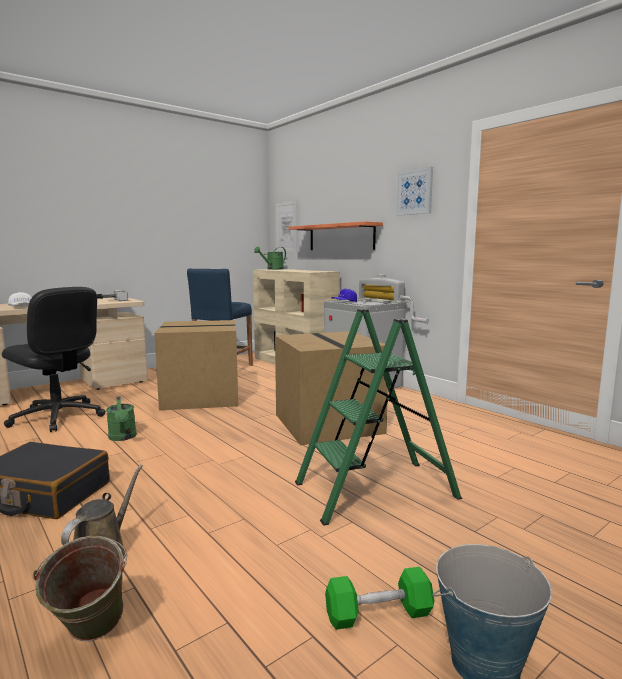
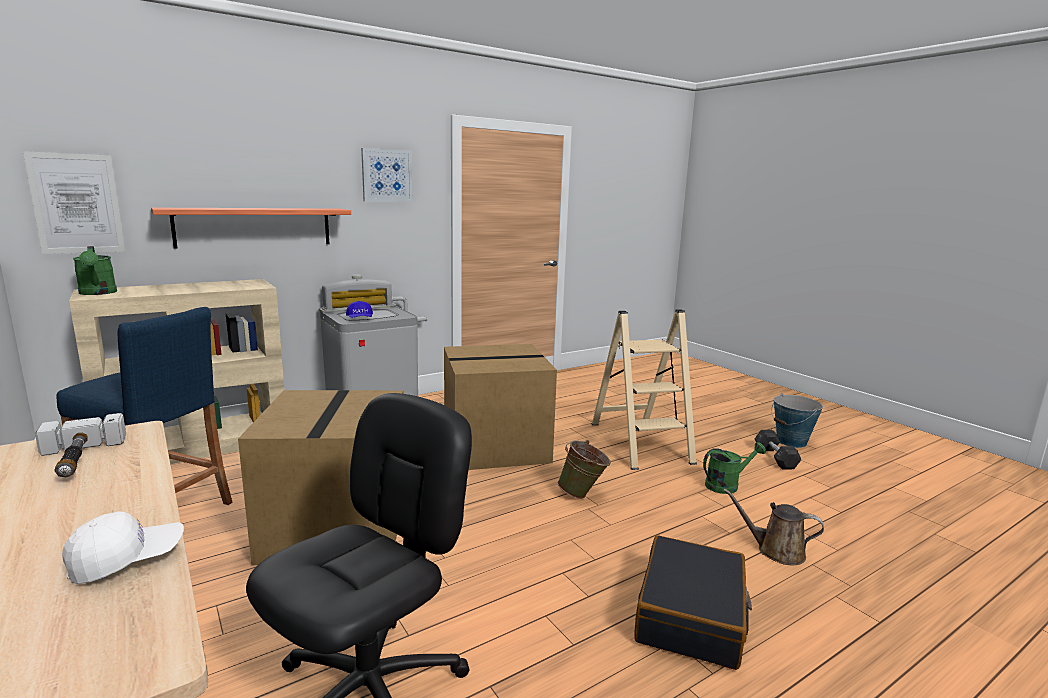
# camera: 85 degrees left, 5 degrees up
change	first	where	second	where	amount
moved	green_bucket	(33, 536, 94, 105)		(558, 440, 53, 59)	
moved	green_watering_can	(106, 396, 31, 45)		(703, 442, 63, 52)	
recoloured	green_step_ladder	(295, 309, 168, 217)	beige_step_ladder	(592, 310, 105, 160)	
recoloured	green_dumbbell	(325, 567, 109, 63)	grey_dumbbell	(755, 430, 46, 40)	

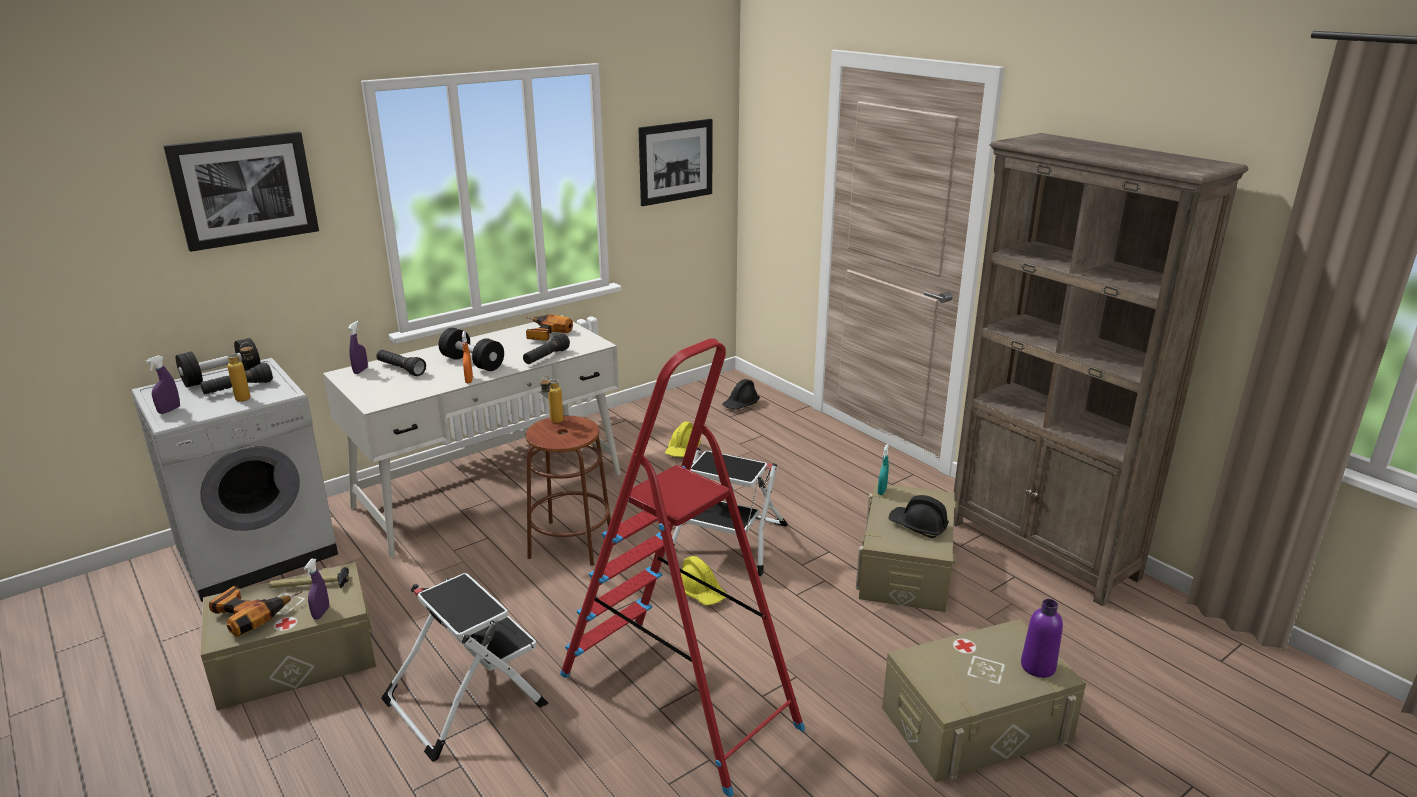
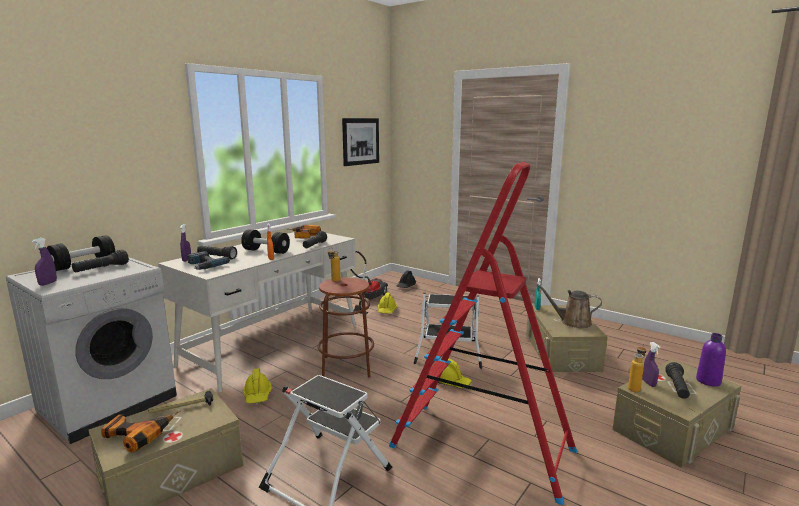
# camera: 15 degrees left, 10 degrees down
change	first	where	second	where	amount
removed	picture	(163, 132, 156, 120)			
removed	brown_bookcase	(953, 133, 295, 473)			
added			power_drill	(187, 251, 43, 19)	
added			yellow_hard_hat	(243, 368, 29, 35)	
added			vacuum_cleaner	(350, 251, 38, 63)	
added			black_flashlight	(665, 362, 25, 37)	
moved	bottle	(227, 342, 26, 60)		(628, 344, 19, 48)	
moved	purple_spray_bottle	(304, 559, 25, 61)		(642, 342, 19, 45)	
replaced	black_hard_hat	(888, 495, 61, 43)	brown_watering_can	(537, 284, 65, 44)	

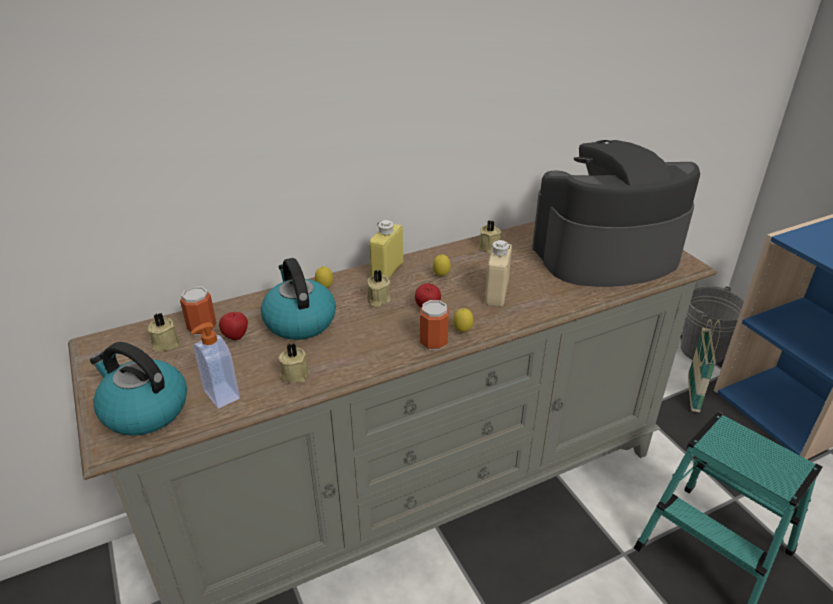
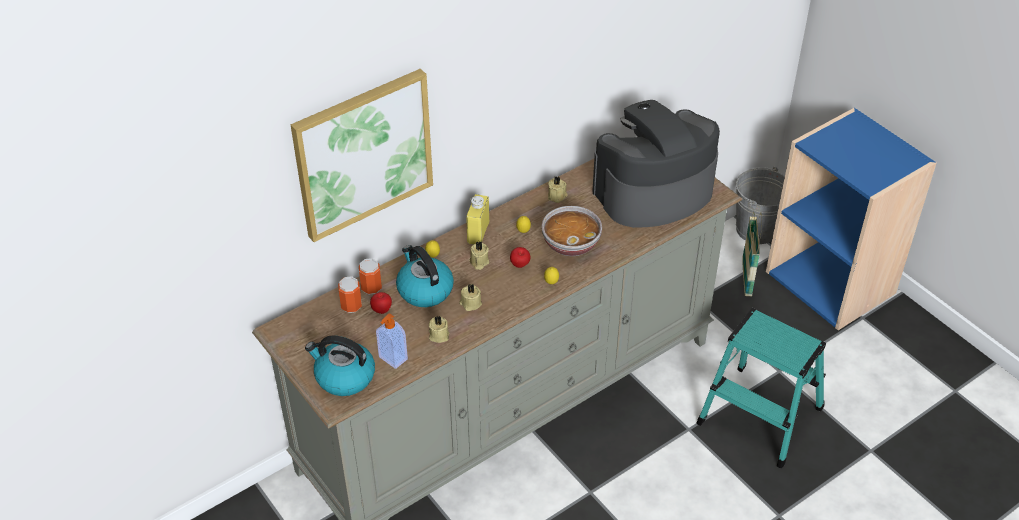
# camera: 10 degrees left, 10 degrees up
change	first	where	second	where	amount
added			picture	(291, 69, 142, 173)	
moved	beige_candle	(148, 313, 31, 38)		(459, 284, 23, 27)	
moved	can	(420, 300, 29, 50)		(359, 258, 23, 37)	
replaced	beige_bottle	(485, 240, 27, 67)	bowl	(542, 206, 60, 50)	

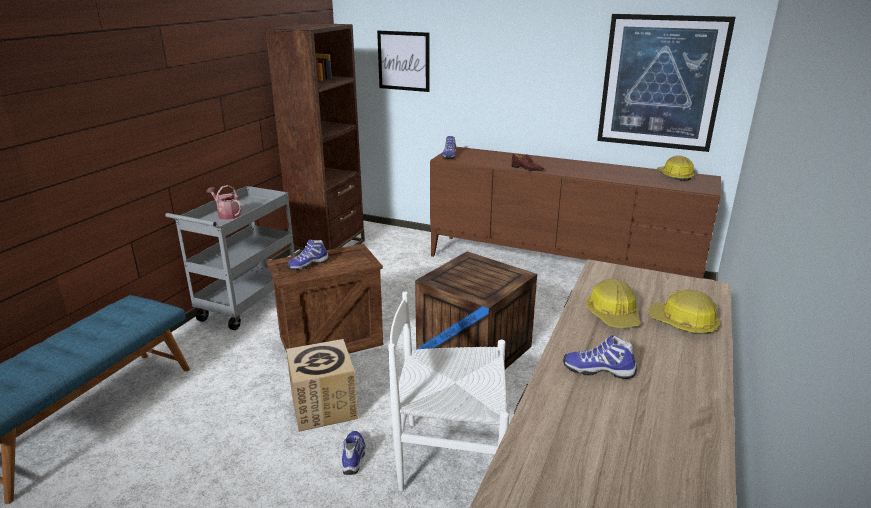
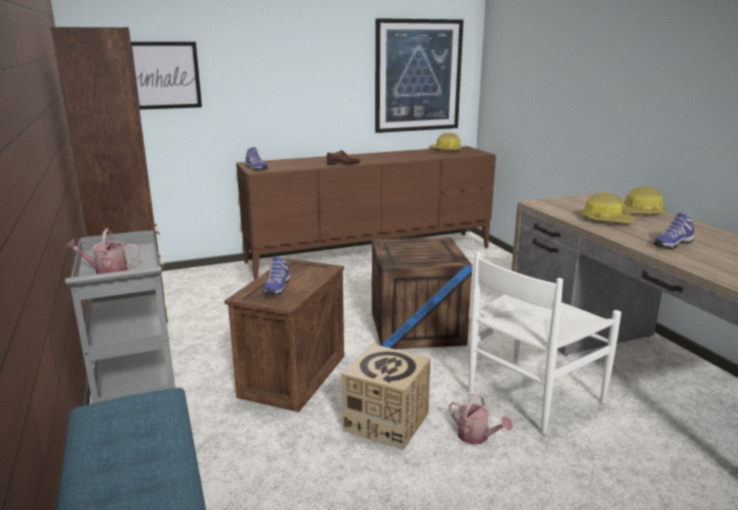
# camera: 45 degrees left, 5 degrees down
change	first	where	second	where	amount
replaced	shoe	(342, 431, 23, 44)	watering_can	(449, 394, 64, 51)	

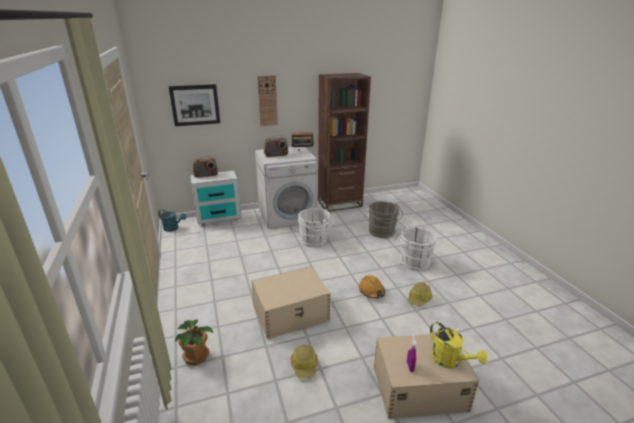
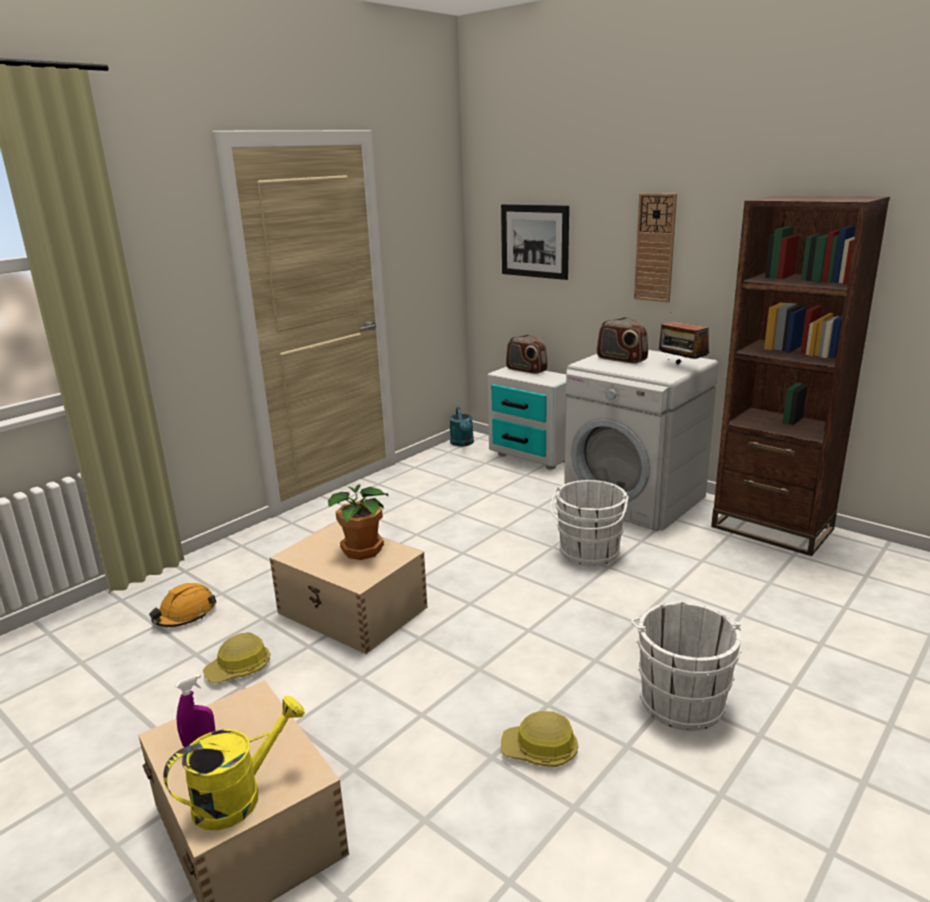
# camera: 60 degrees right, 5 degrees down
change	first	where	second	where	amount
removed	grey_bucket	(368, 201, 35, 37)			
moved	potted_plant	(175, 319, 39, 47)		(328, 484, 60, 76)	
moved	orange_hard_hat	(359, 275, 26, 24)		(149, 583, 68, 44)	
turned	yellow_watering_can	(430, 322, 57, 46)		(164, 696, 141, 134)	150 degrees counterclockwise

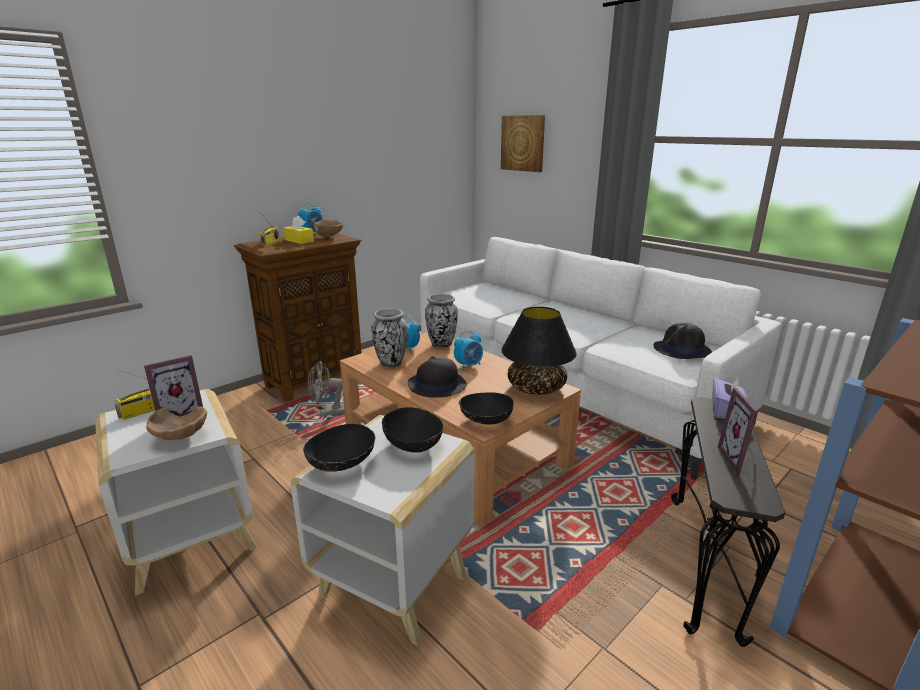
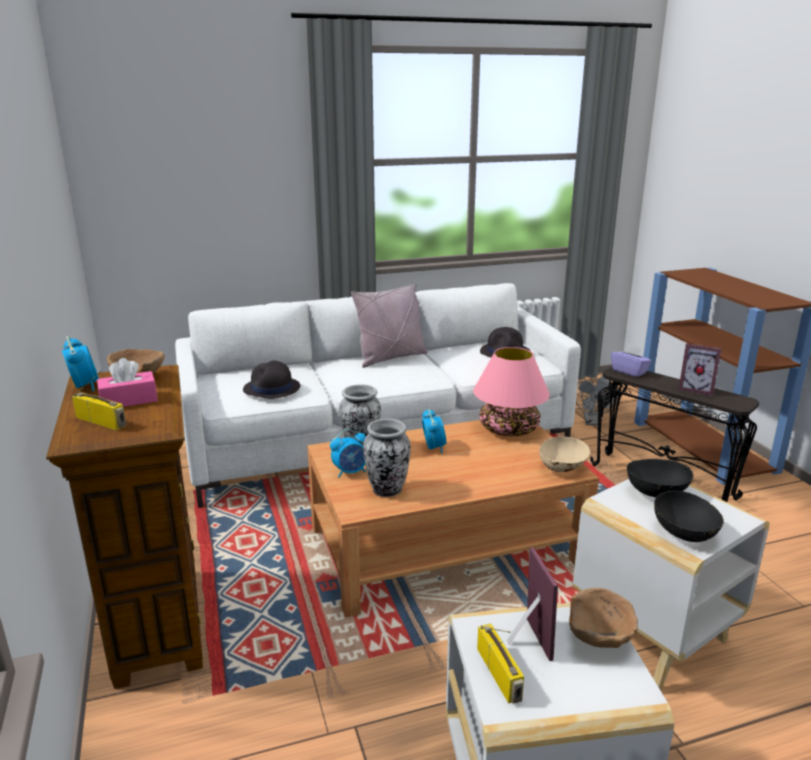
# camera: 65 degrees left, 0 degrees up
change	first	where	second	where	amount
removed	picture	(501, 115, 44, 57)			
added			purple_pillow	(351, 283, 77, 85)	
moved	grey_fan	(308, 361, 37, 55)		(576, 373, 42, 53)	
moved	black_hat	(408, 356, 59, 42)		(243, 361, 57, 38)	
recoloured	yellow_tissue_box	(283, 216, 31, 28)	pink_tissue_box	(97, 358, 61, 49)	
recoloured	black_bowl	(459, 392, 55, 33)	beige_bowl	(539, 436, 51, 36)	
recoloured	black_table_lamp	(501, 307, 76, 88)	pink_table_lamp	(473, 347, 77, 89)	

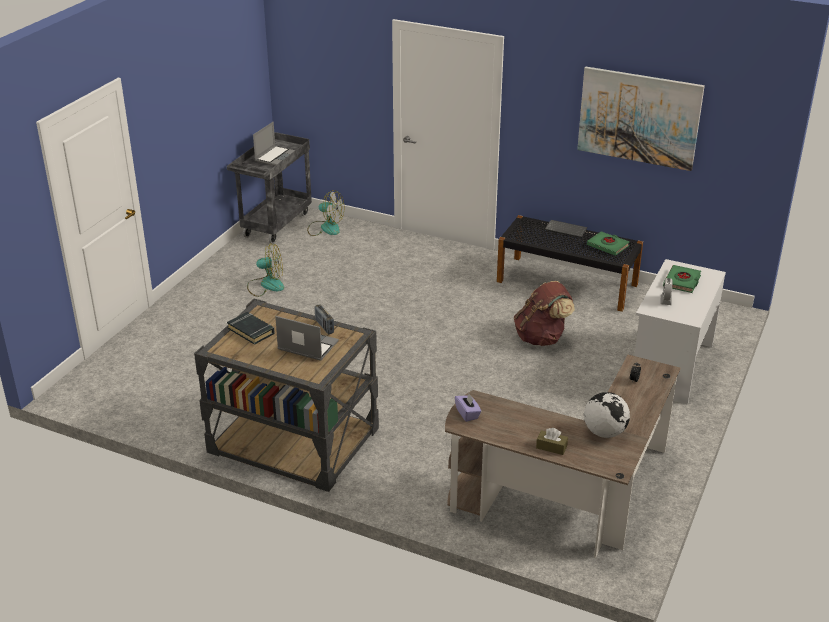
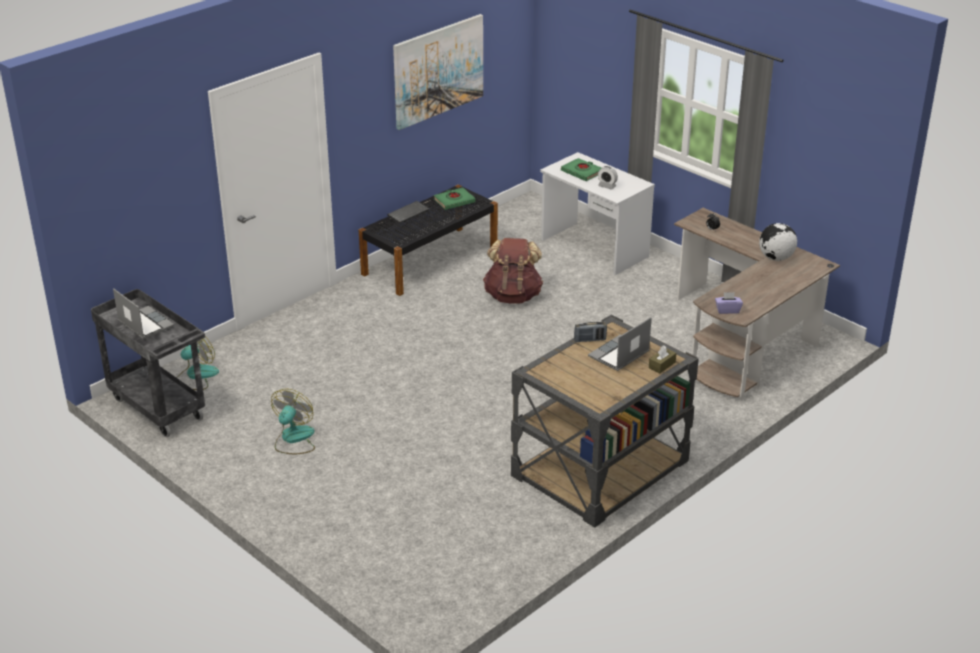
# camera: 70 degrees left, 0 degrees up
change	first	where	second	where	amount
removed	black_book	(227, 312, 48, 33)			
moved	brown_tissue_box	(536, 428, 32, 27)		(649, 346, 27, 27)	

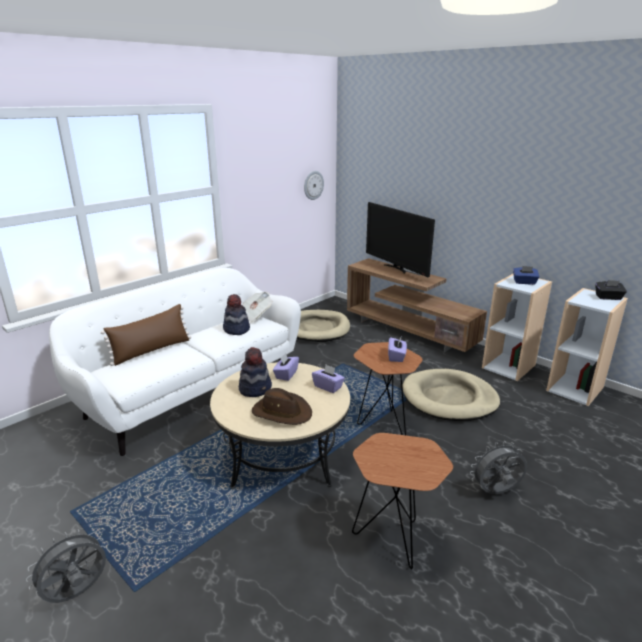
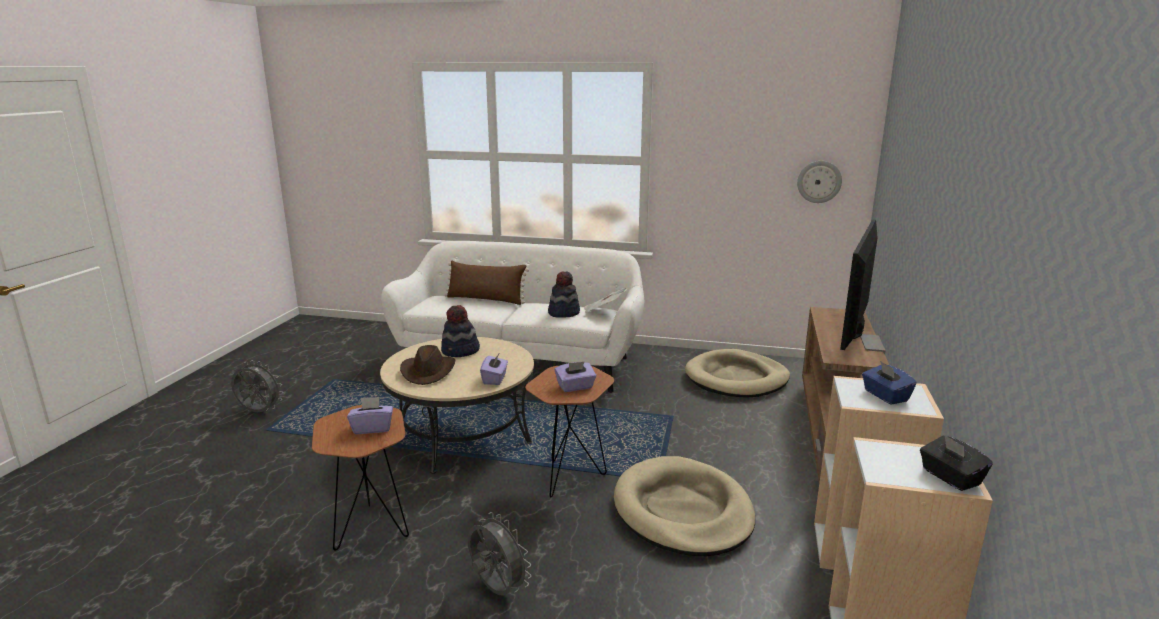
# camera: 60 degrees right, 5 degrees down
change	first	where	second	where	amount
moved	purple_tissue_box	(273, 353, 26, 28)		(347, 397, 46, 37)	

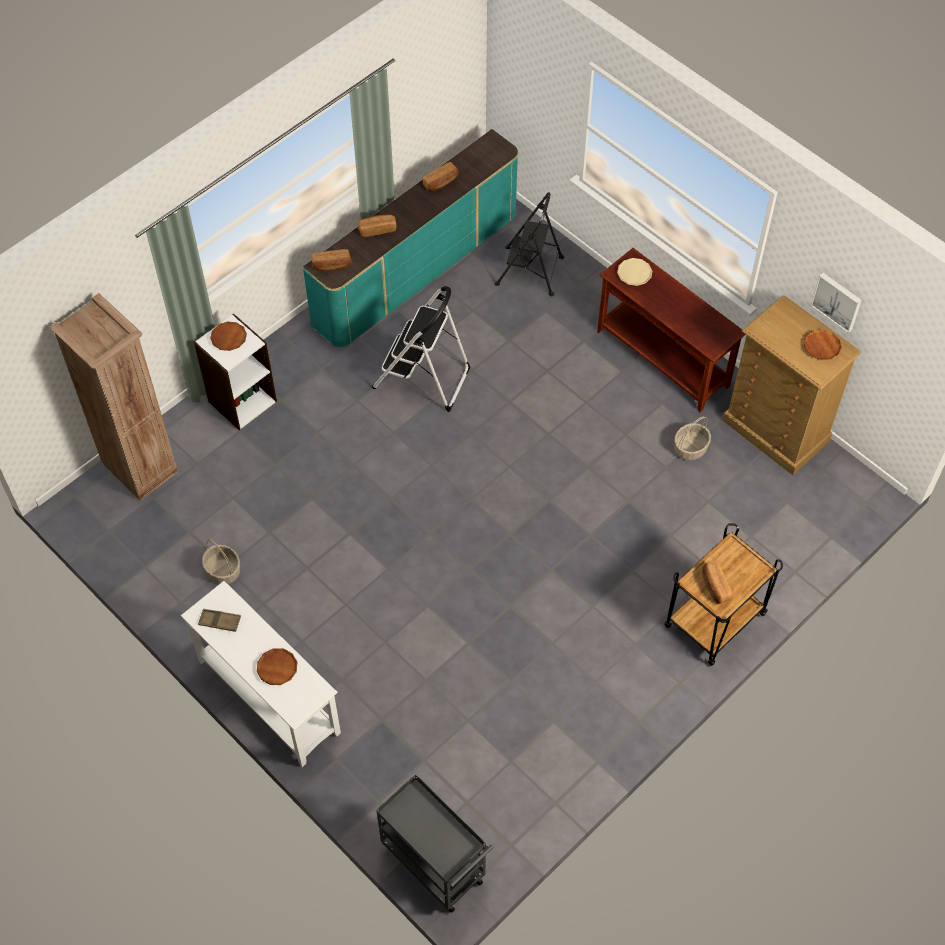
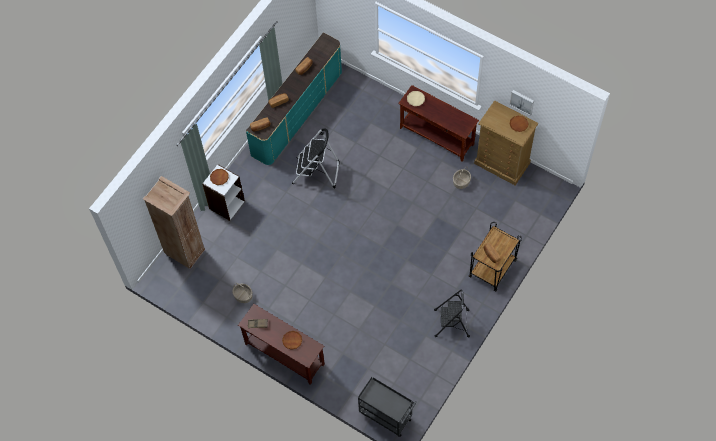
# camera: 10 degrees left, 5 degrees up
change	first	where	second	where	amount
moved	black_step_ladder	(494, 192, 70, 104)		(434, 290, 36, 47)	
recoloured	white_console_table	(181, 581, 160, 186)	brown_console_table	(238, 304, 87, 81)	

